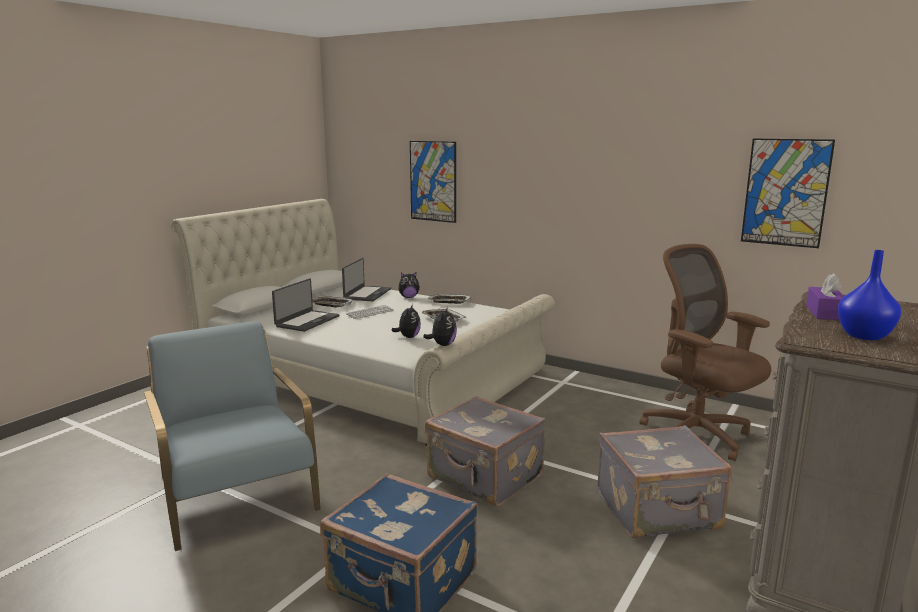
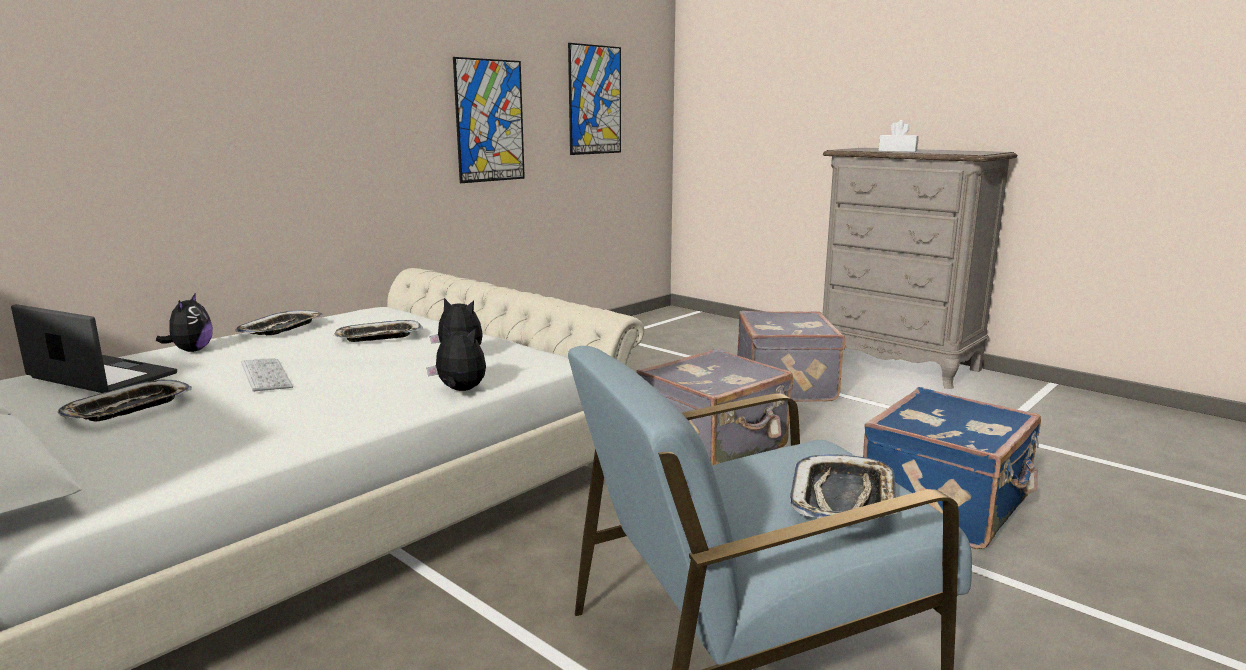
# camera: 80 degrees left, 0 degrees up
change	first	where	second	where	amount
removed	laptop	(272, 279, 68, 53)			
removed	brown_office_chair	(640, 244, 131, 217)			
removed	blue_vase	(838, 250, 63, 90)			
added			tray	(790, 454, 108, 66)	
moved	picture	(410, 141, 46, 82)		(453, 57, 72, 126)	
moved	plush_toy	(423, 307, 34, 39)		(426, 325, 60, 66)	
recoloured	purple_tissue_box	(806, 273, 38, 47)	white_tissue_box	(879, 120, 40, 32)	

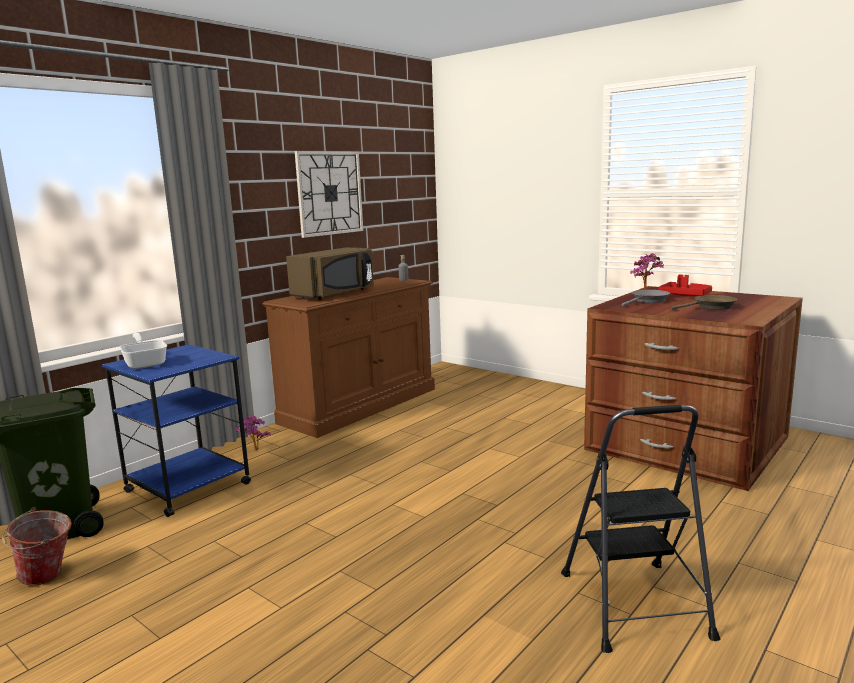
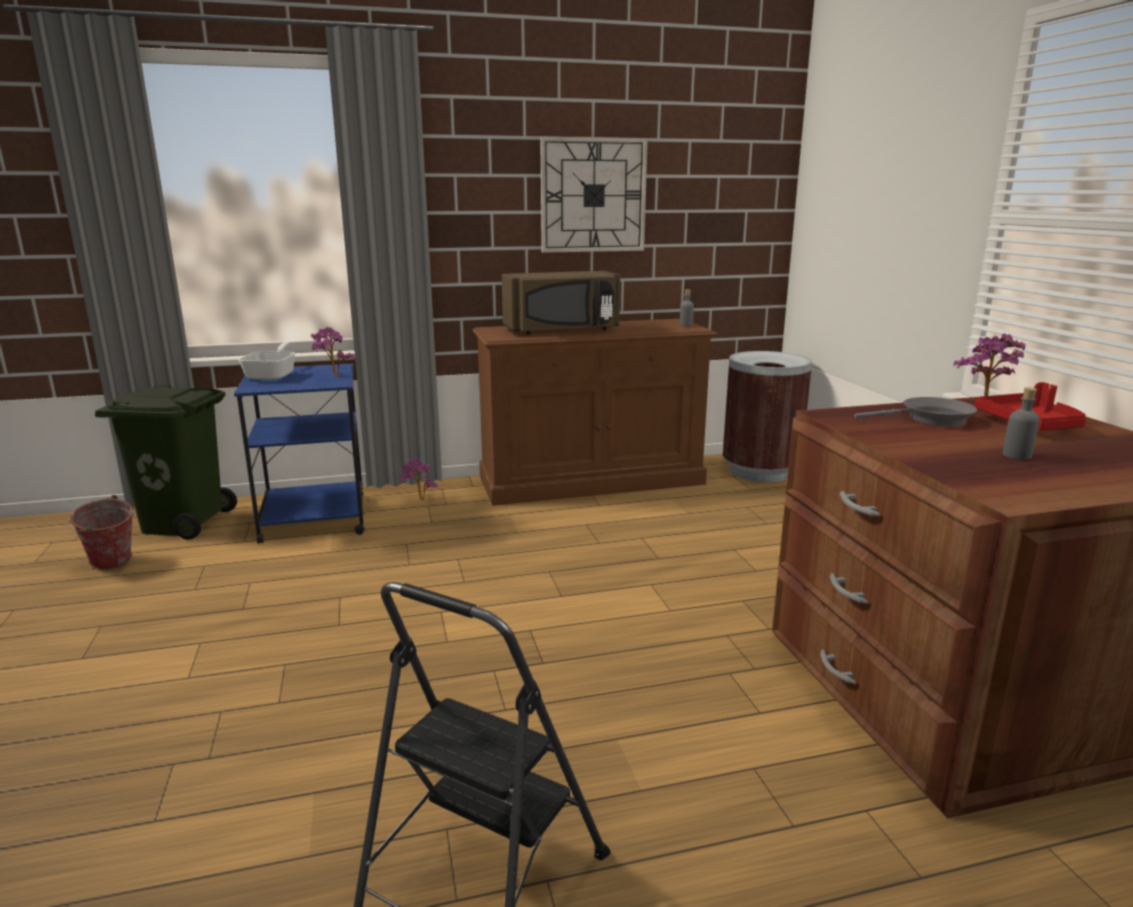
# camera: 35 degrees right, 5 degrees up
change	first	where	second	where	amount
added			potted_plant	(311, 327, 44, 49)	
added			brown_trash_can	(723, 351, 89, 131)	
replaced	brown_frying_pan	(671, 295, 66, 15)	grey_bottle	(1003, 387, 37, 73)	

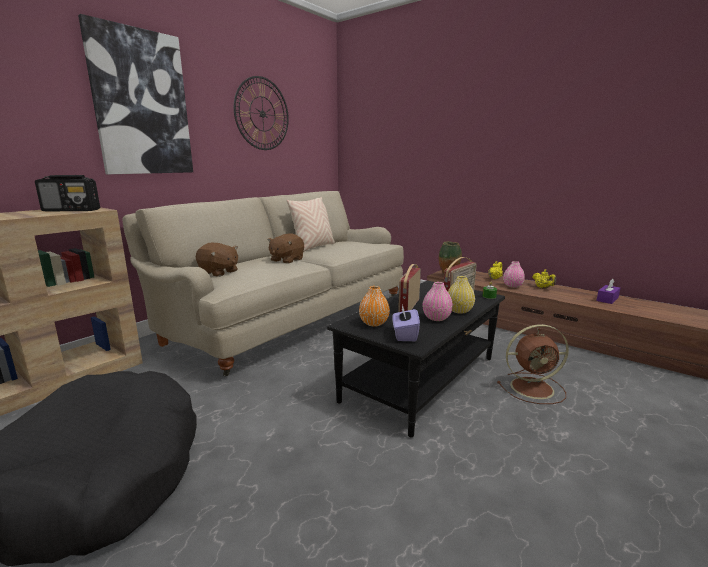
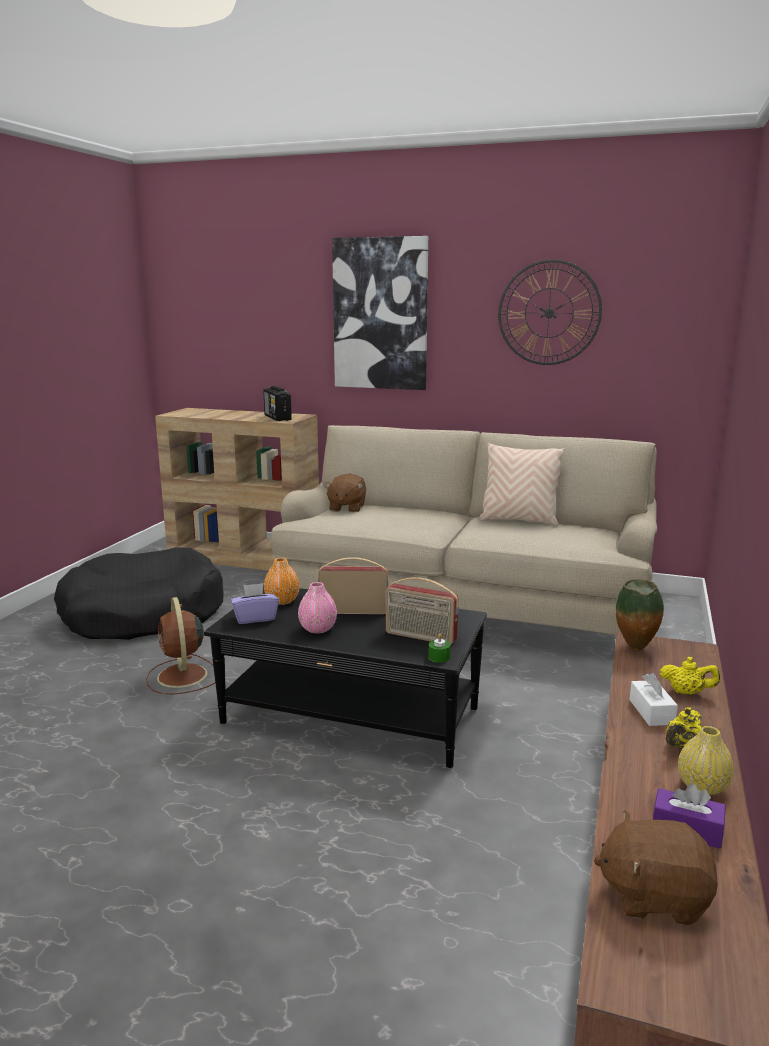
# camera: 70 degrees right, 0 degrees up
change	first	where	second	where	amount
moved	brown_plush_toy	(267, 233, 37, 31)		(594, 810, 124, 115)	
moved	yellow_vase	(448, 276, 27, 38)		(678, 726, 56, 69)	
moved	brown_fan	(497, 324, 72, 80)		(146, 597, 69, 97)	
replaced	pink_vase	(503, 261, 22, 27)	white_tissue_box	(630, 673, 48, 53)	

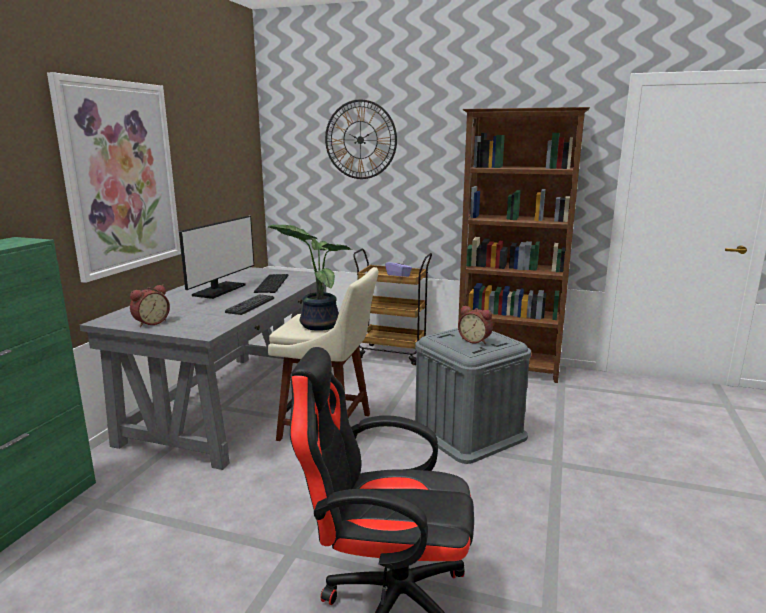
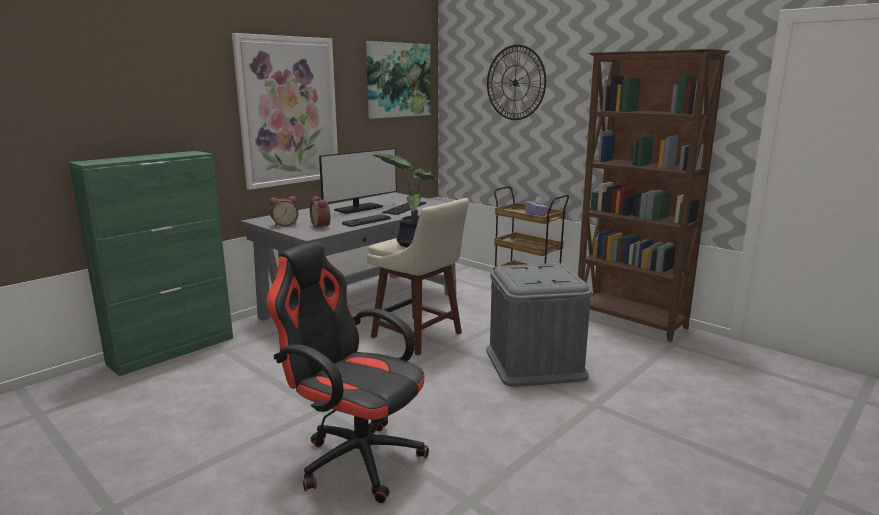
# camera: 25 degrees right, 0 degrees up
change	first	where	second	where	amount
added			picture	(366, 41, 65, 78)	
moved	alarm_clock	(458, 306, 35, 38)		(310, 196, 21, 33)	

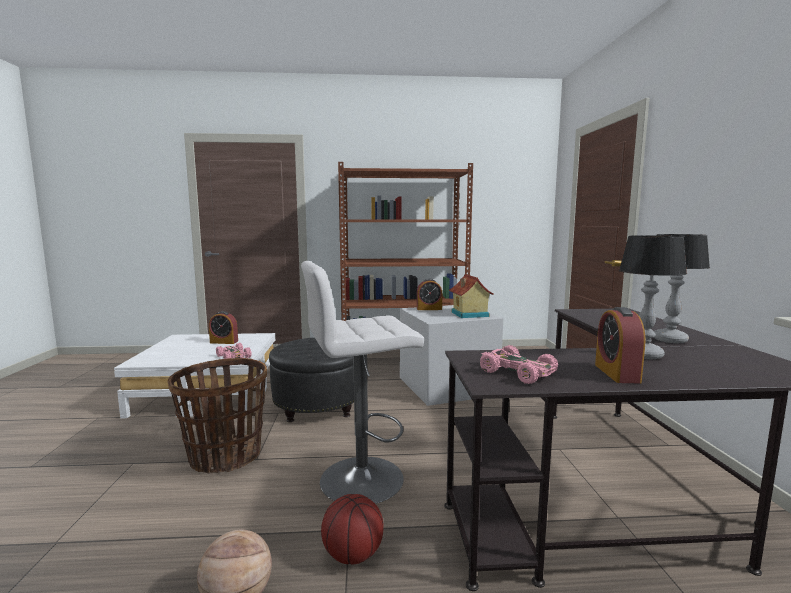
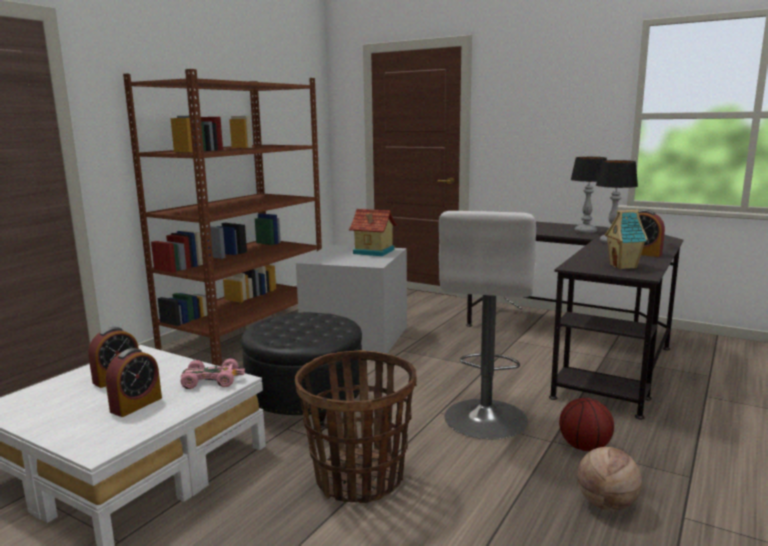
# camera: 55 degrees left, 5 degrees up
change	first	where	second	where	amount
moved	alarm_clock	(417, 279, 25, 31)		(106, 348, 56, 69)	
replaced	pink_toy_car	(480, 345, 78, 39)	toy_house	(605, 210, 43, 59)	

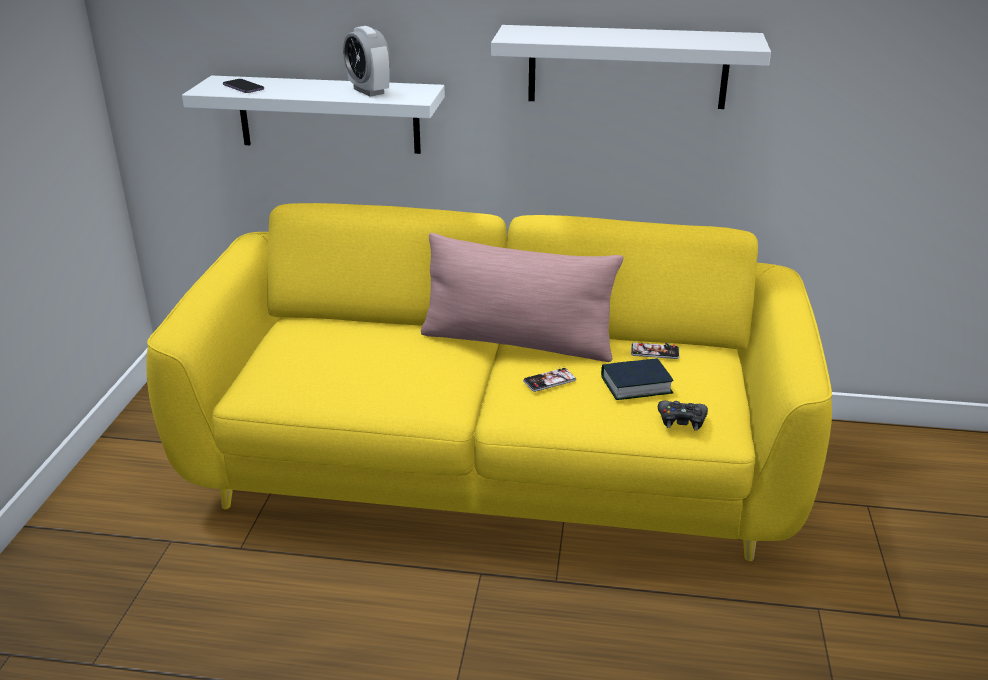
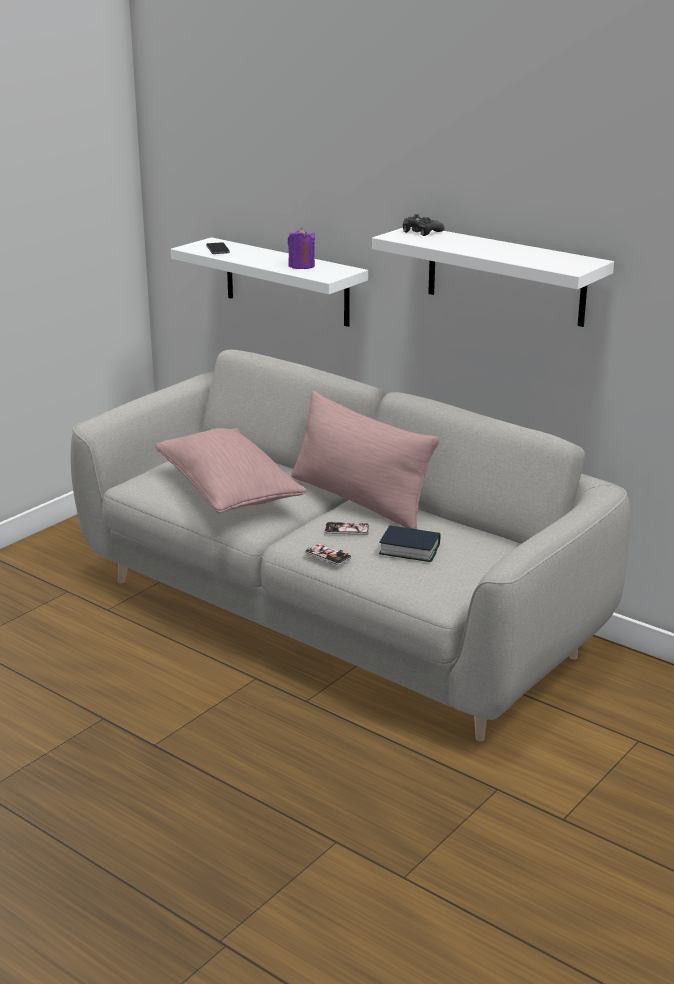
# camera: 30 degrees right, 5 degrees down
change	first	where	second	where	amount
added			pink_pillow	(155, 428, 152, 86)	
moved	phone	(631, 341, 48, 18)		(305, 542, 47, 23)	
moved	black_game_controller	(658, 401, 50, 30)		(403, 214, 42, 22)	
replaced	alarm_clock	(343, 26, 47, 71)	purple_candle	(288, 227, 27, 42)	
recoloured	yellow_sofa	(146, 203, 686, 358)	grey_sofa	(71, 350, 559, 391)	

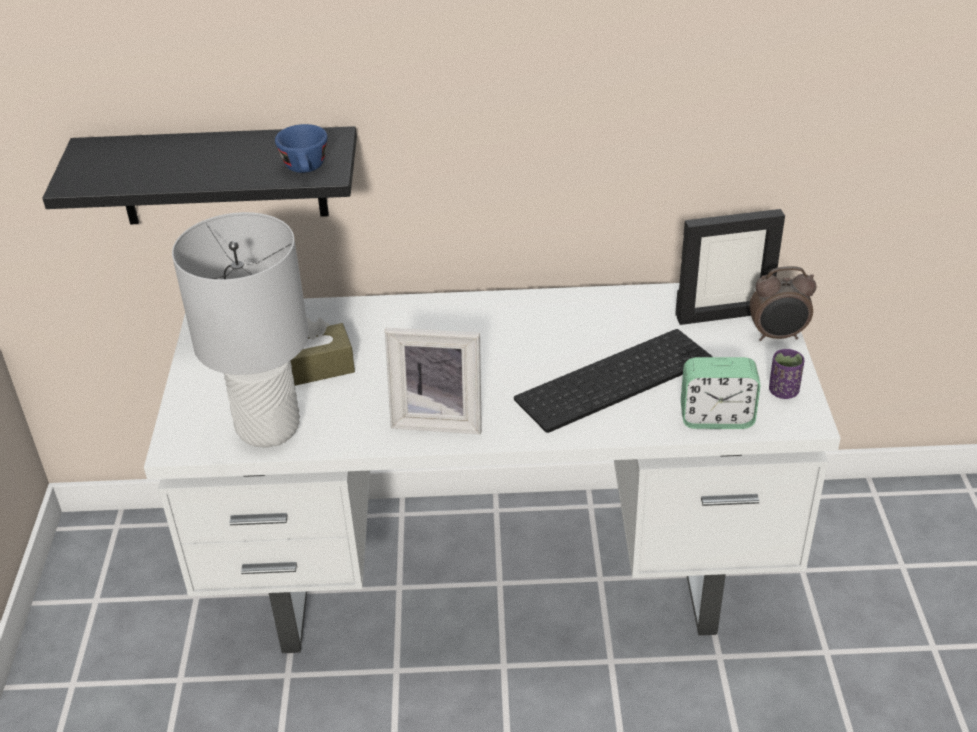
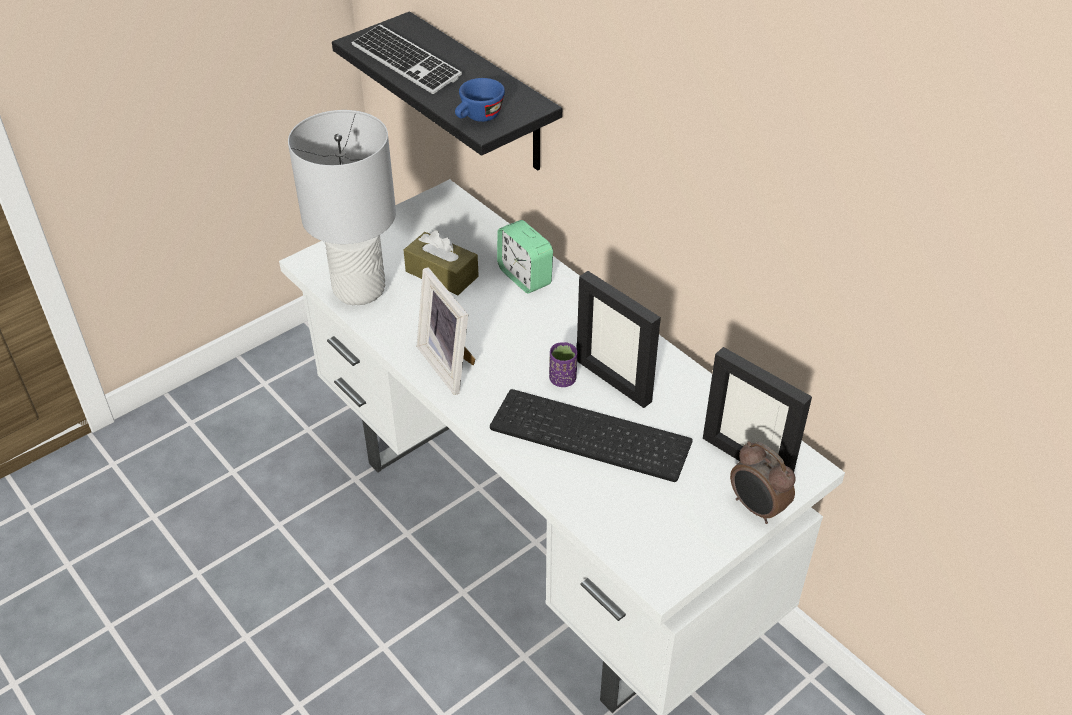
# camera: 50 degrees right, 5 degrees up
change	first	where	second	where	amount
added			keyboard	(352, 24, 110, 70)	
added			picture_frame	(577, 271, 84, 137)	
moved	alarm_clock	(681, 357, 79, 72)		(497, 220, 56, 73)	
moved	purple_cup	(769, 349, 36, 50)		(549, 342, 28, 45)	

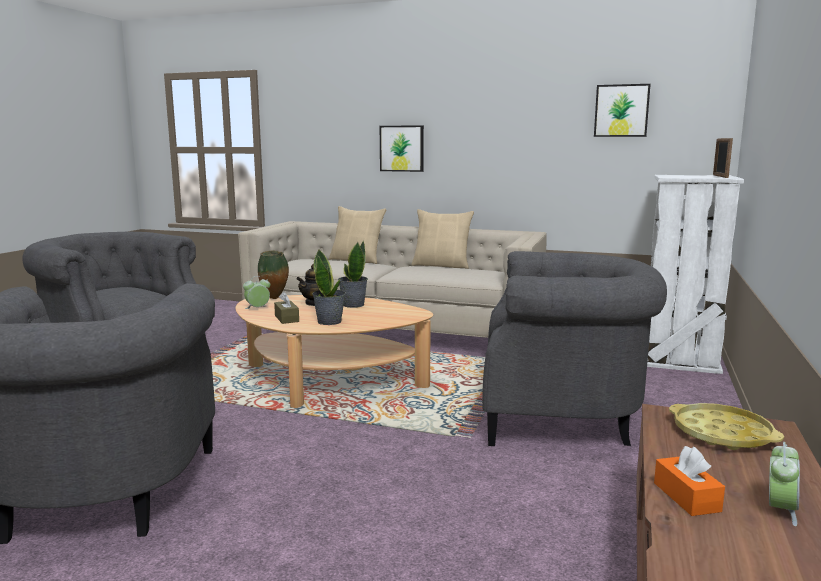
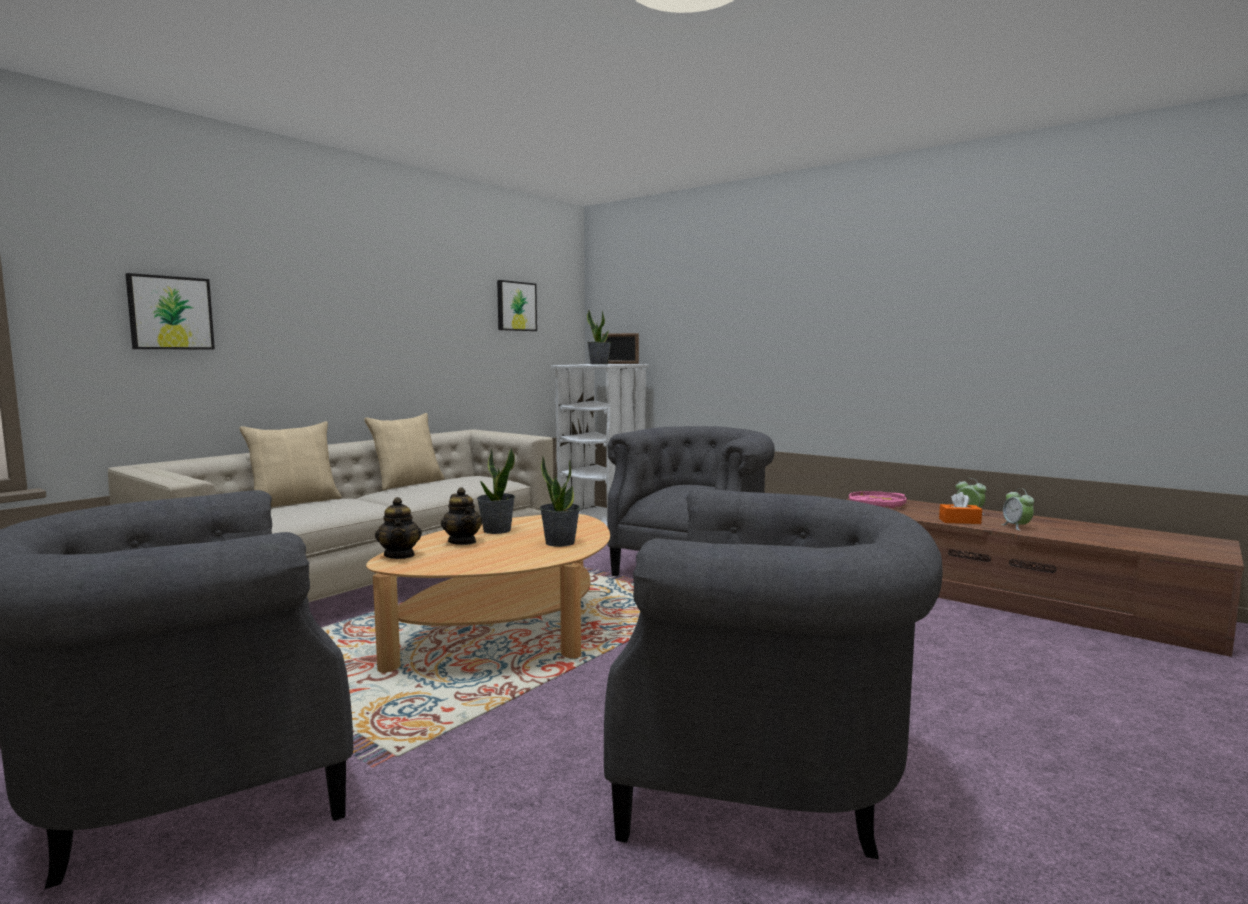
# camera: 70 degrees left, 5 degrees down
change	first	where	second	where	amount
removed	brown_tissue_box	(274, 292, 25, 32)			
added			potted_plant	(587, 310, 24, 55)	
moved	alarm_clock	(243, 276, 27, 33)		(1001, 488, 33, 43)	
moved	picture	(380, 125, 44, 47)		(125, 273, 90, 77)	
replaced	vase	(258, 251, 31, 48)	teapot	(375, 497, 47, 62)	
recoloured	yellow_tray	(669, 403, 115, 47)	pink_tray	(849, 491, 58, 17)	

